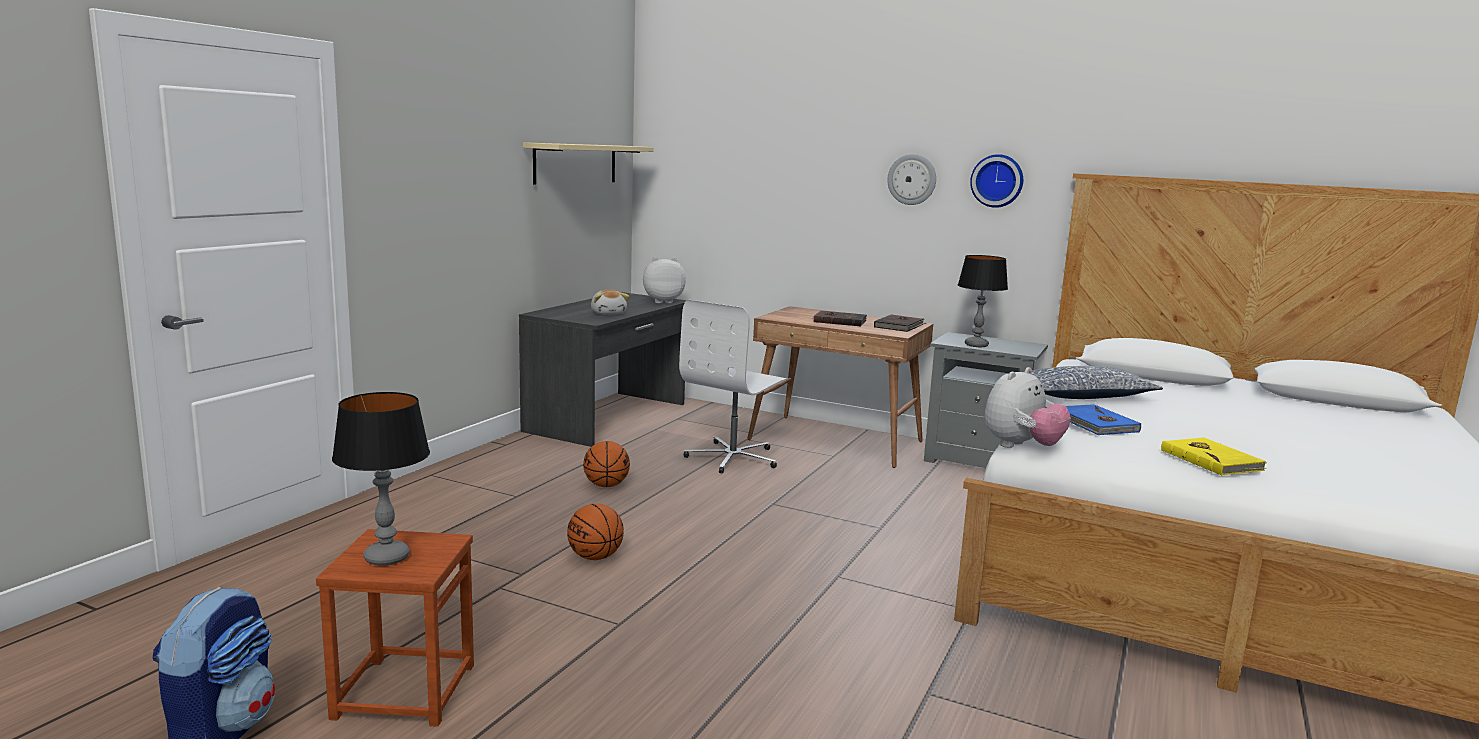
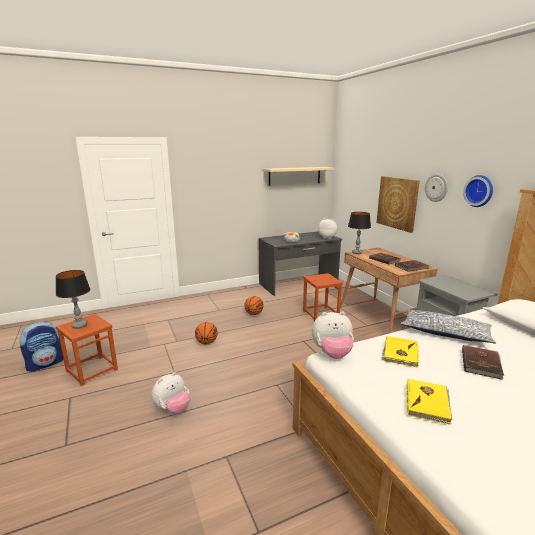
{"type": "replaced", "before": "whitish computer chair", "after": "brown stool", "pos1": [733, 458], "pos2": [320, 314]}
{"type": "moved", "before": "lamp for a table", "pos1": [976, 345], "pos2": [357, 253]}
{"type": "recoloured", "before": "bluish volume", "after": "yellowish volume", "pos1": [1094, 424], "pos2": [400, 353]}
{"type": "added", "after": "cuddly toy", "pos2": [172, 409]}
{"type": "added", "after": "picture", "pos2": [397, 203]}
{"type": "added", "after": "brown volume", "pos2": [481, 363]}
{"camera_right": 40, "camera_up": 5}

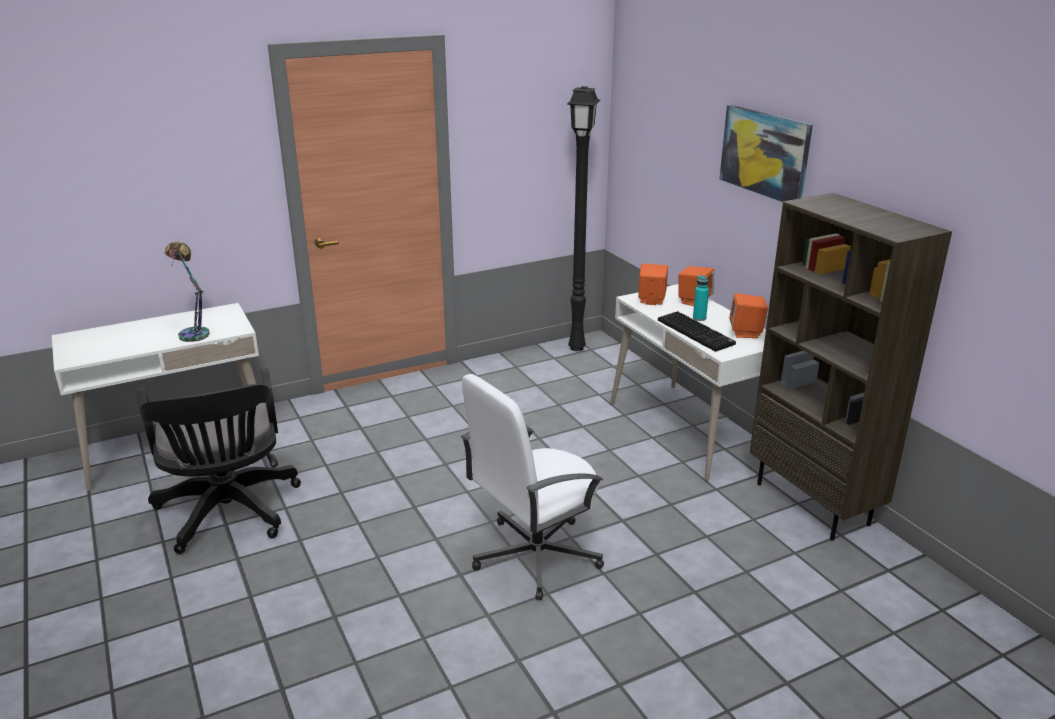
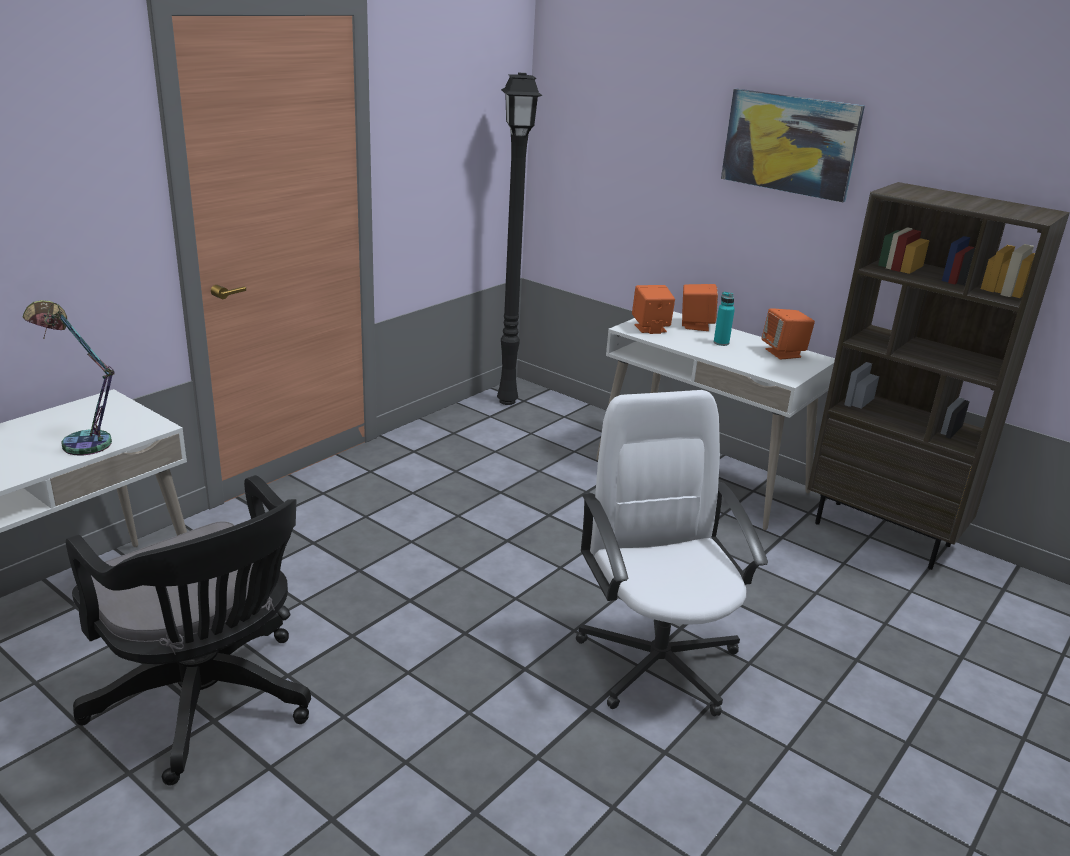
{"type": "turned", "before": "whitish computer chair", "pos1": [534, 556], "pos2": [658, 661], "turn": 135}
{"type": "removed", "before": "PC keyboard", "pos1": [697, 332]}
{"camera_right": -25, "camera_up": 0}

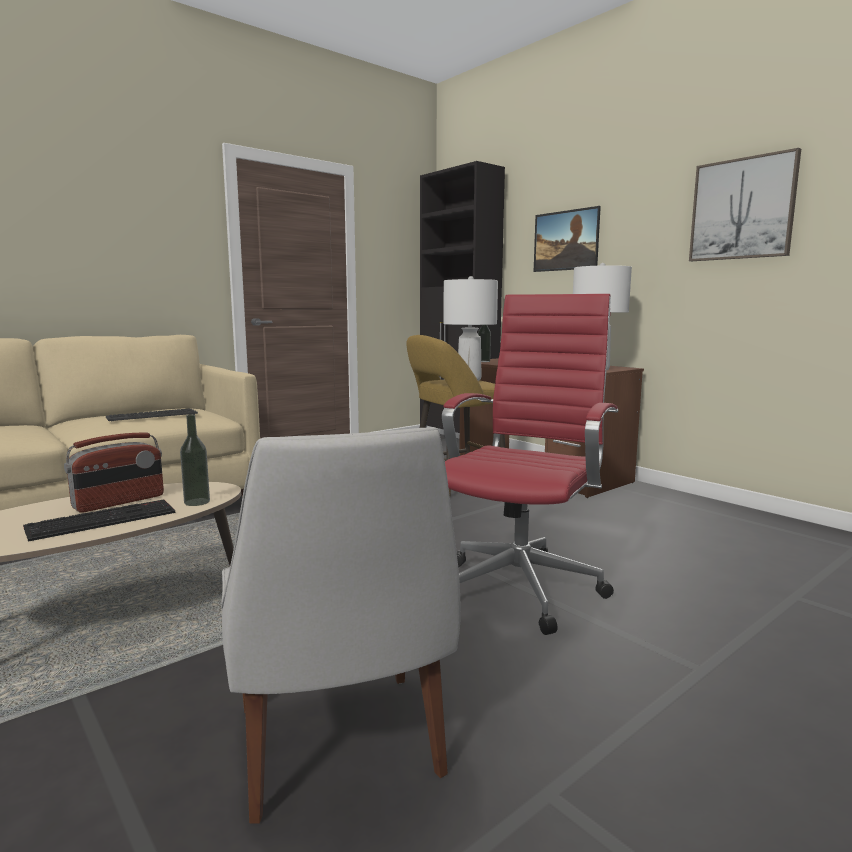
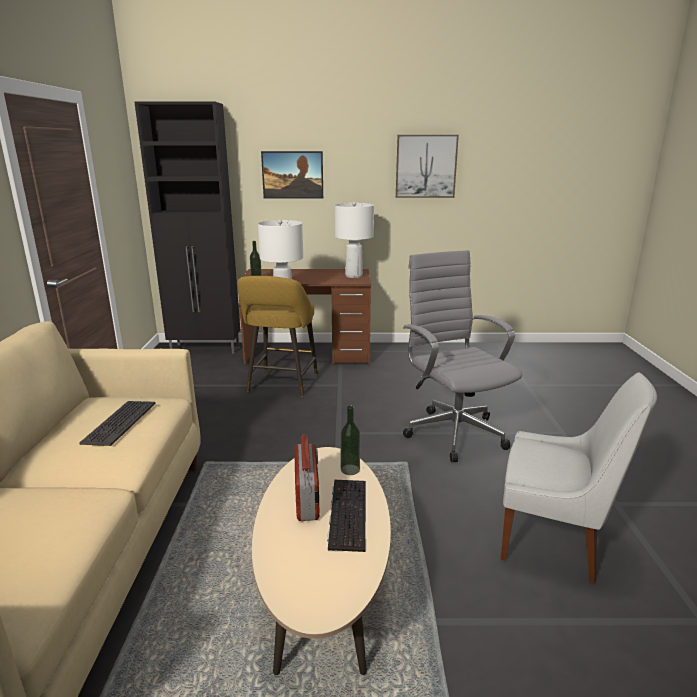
{"type": "recoloured", "before": "reddish computer chair", "after": "gray computer chair", "pos1": [522, 586], "pos2": [453, 432]}
{"camera_right": -50, "camera_up": 10}

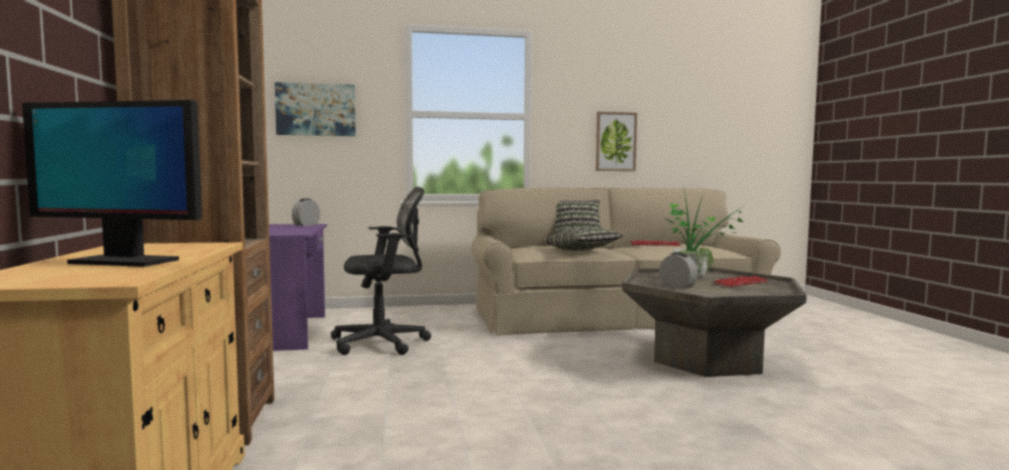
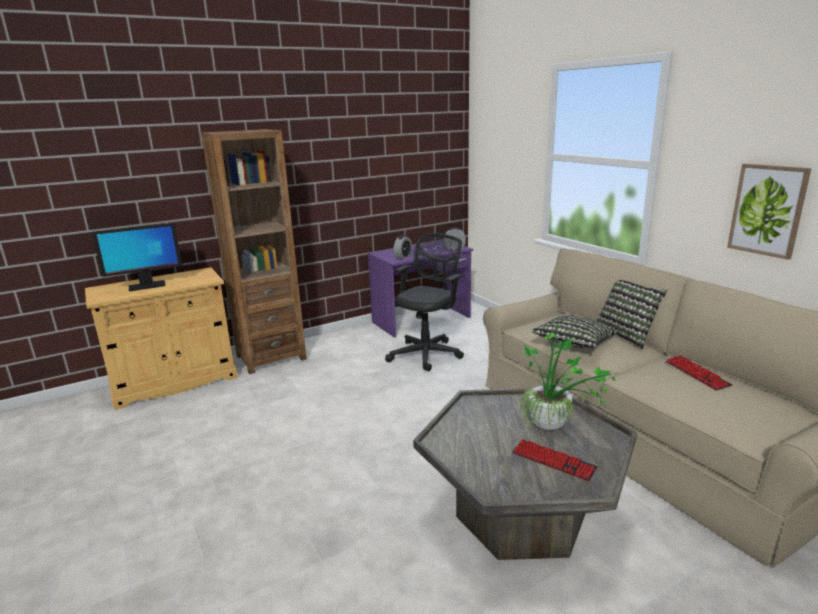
{"type": "turned", "before": "computer display", "pos1": [123, 262], "pos2": [146, 286], "turn": -105}
{"type": "removed", "before": "picture", "pos1": [316, 109]}
{"type": "turned", "before": "black-coloured computer chair", "pos1": [384, 343], "pos2": [427, 353], "turn": -105}
{"type": "moved", "before": "alarm clock", "pos1": [677, 286], "pos2": [403, 256]}
{"camera_right": 70, "camera_up": 15}

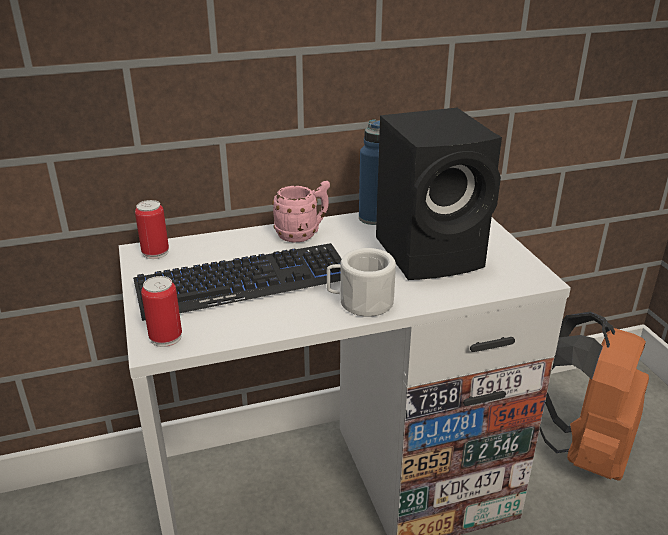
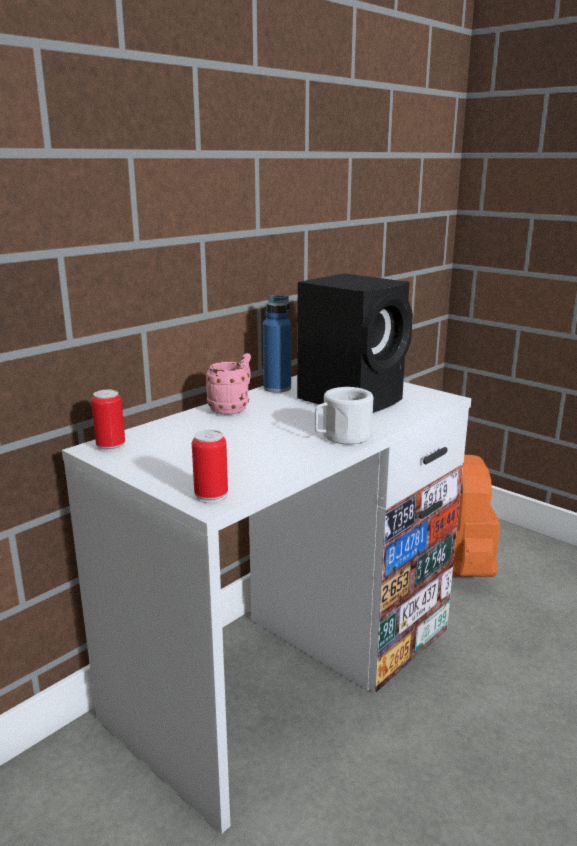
{"type": "removed", "before": "PC keyboard", "pos1": [244, 283]}
{"camera_right": -30, "camera_up": -10}

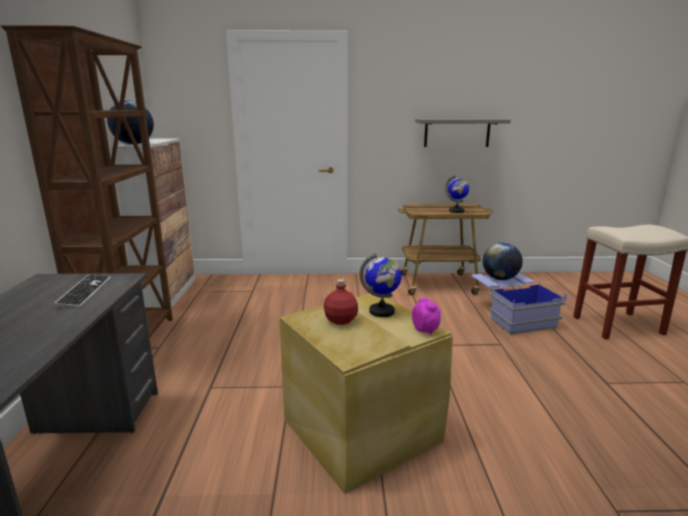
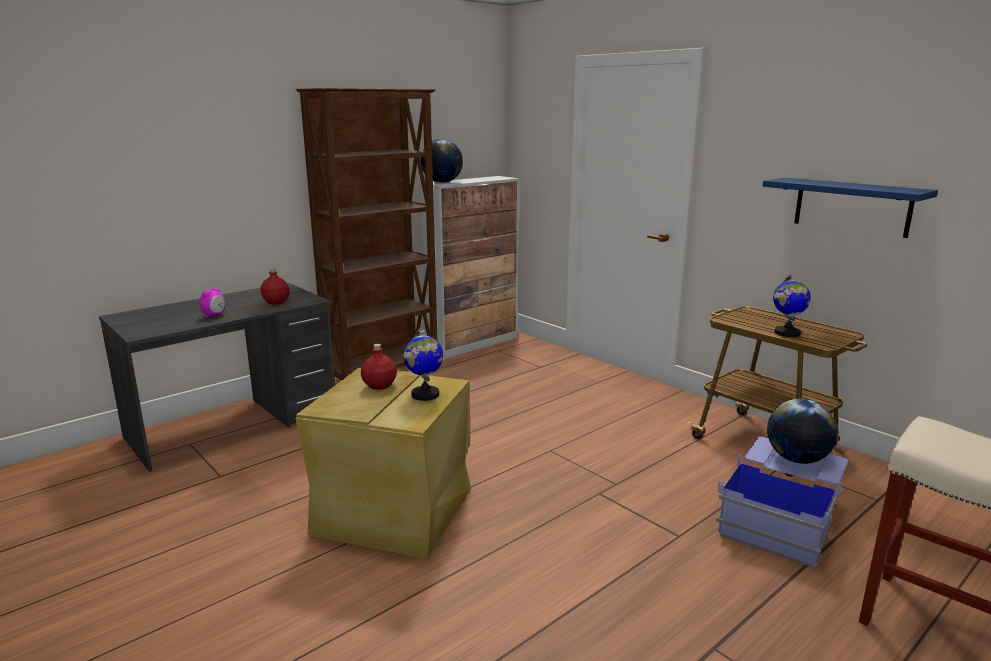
{"type": "replaced", "before": "PC keyboard", "after": "reddish drink bottle", "pos1": [85, 292], "pos2": [276, 302]}
{"type": "moved", "before": "alarm clock", "pos1": [425, 330], "pos2": [214, 315]}
{"type": "recoloured", "before": "gray shelf", "after": "bluish shelf", "pos1": [457, 132], "pos2": [851, 206]}
{"camera_right": 50, "camera_up": 0}

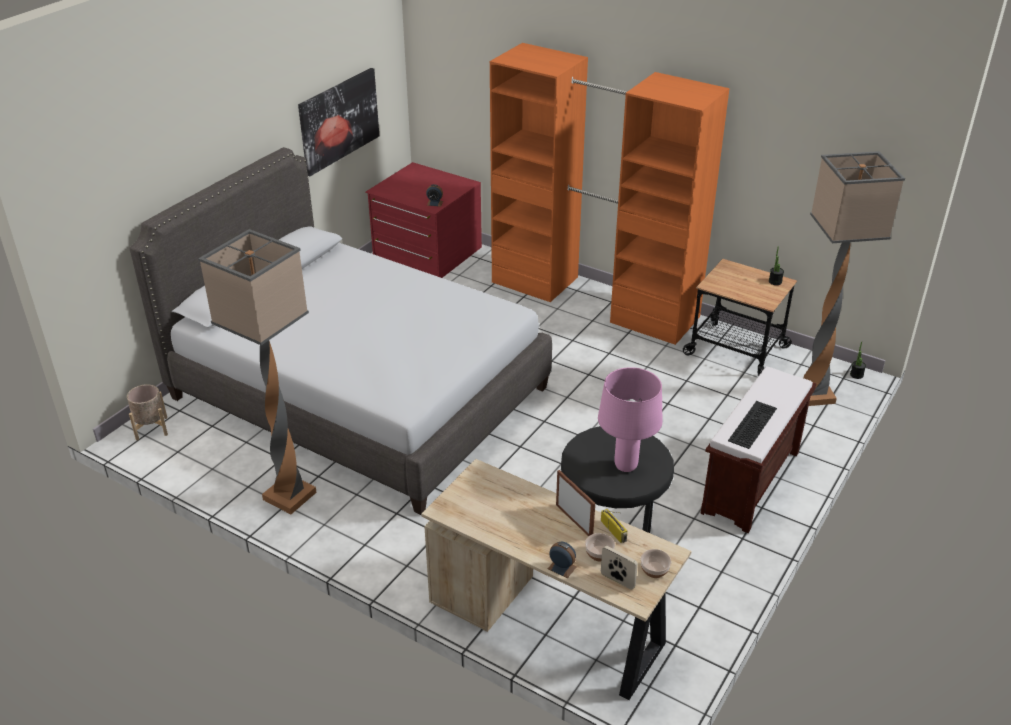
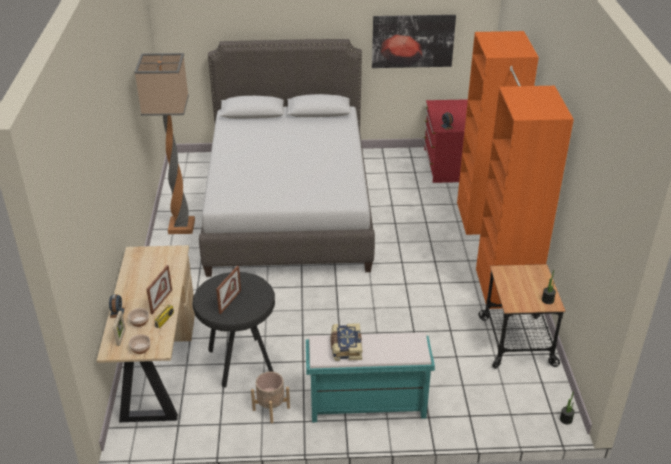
{"type": "moved", "before": "beige-coloured plant pot", "pos1": [151, 428], "pos2": [271, 409]}
{"type": "replaced", "before": "pink-coloured lamp for a table", "after": "picture frame", "pos1": [625, 466], "pos2": [230, 302]}
{"type": "recoloured", "before": "brown bench", "after": "blue-green bench", "pos1": [751, 483], "pos2": [366, 405]}
{"type": "replaced", "before": "PC keyboard", "after": "volume", "pos1": [751, 423], "pos2": [345, 347]}
{"type": "removed", "before": "standing lamp", "pos1": [814, 395]}
{"camera_right": 55, "camera_up": 0}

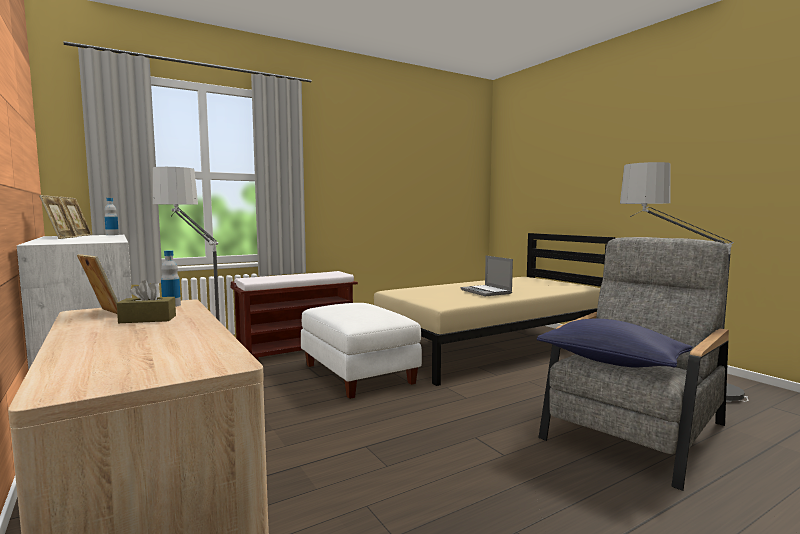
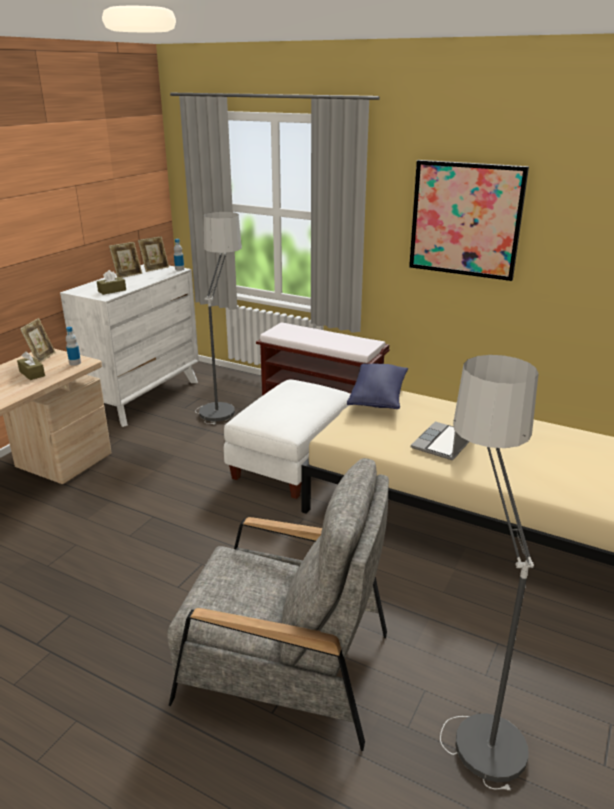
{"type": "moved", "before": "bluish pillow", "pos1": [610, 361], "pos2": [378, 398]}
{"type": "added", "after": "brown tissue box", "pos2": [112, 291]}
{"type": "added", "after": "picture", "pos2": [465, 219]}
{"camera_right": 60, "camera_up": 20}

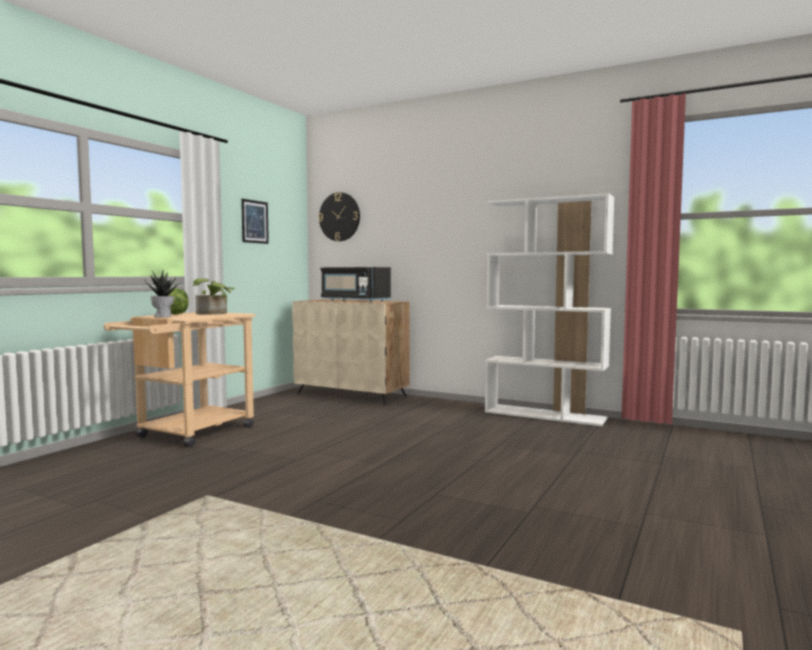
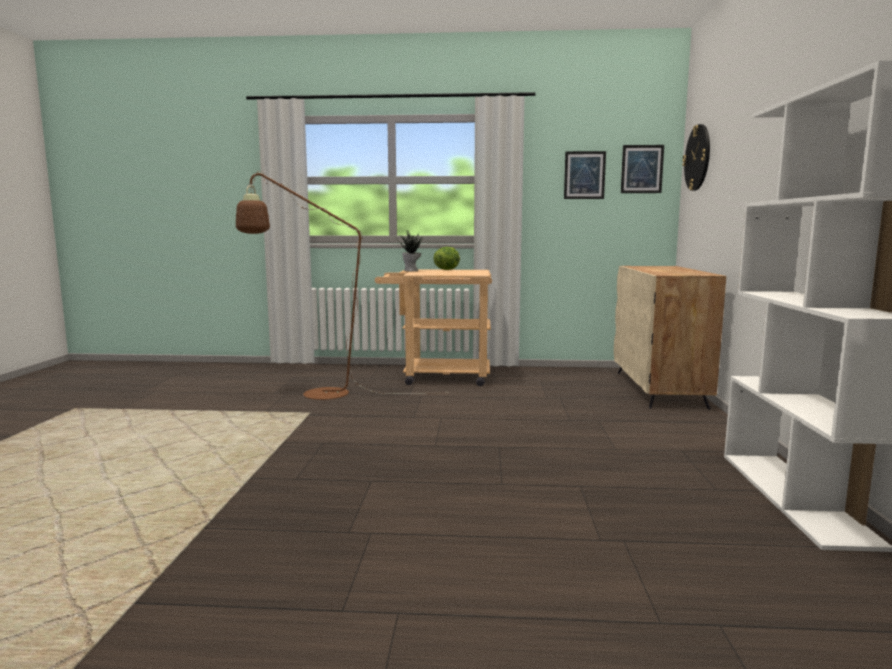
{"type": "removed", "before": "potted plant", "pos1": [213, 313]}
{"type": "removed", "before": "black-coloured microwave oven", "pos1": [354, 301]}
{"type": "added", "after": "brown standing lamp", "pos2": [313, 393]}
{"type": "added", "after": "picture", "pos2": [642, 169]}
{"camera_right": 65, "camera_up": 5}

